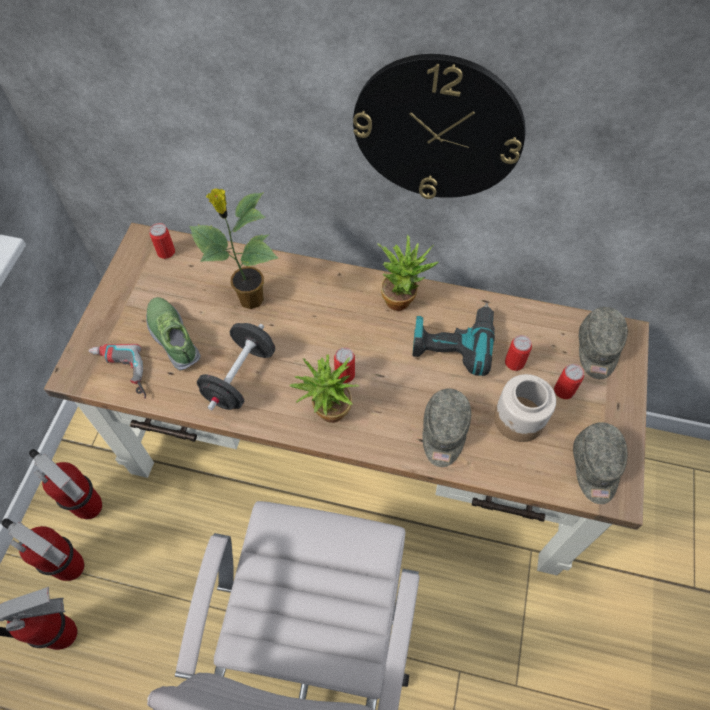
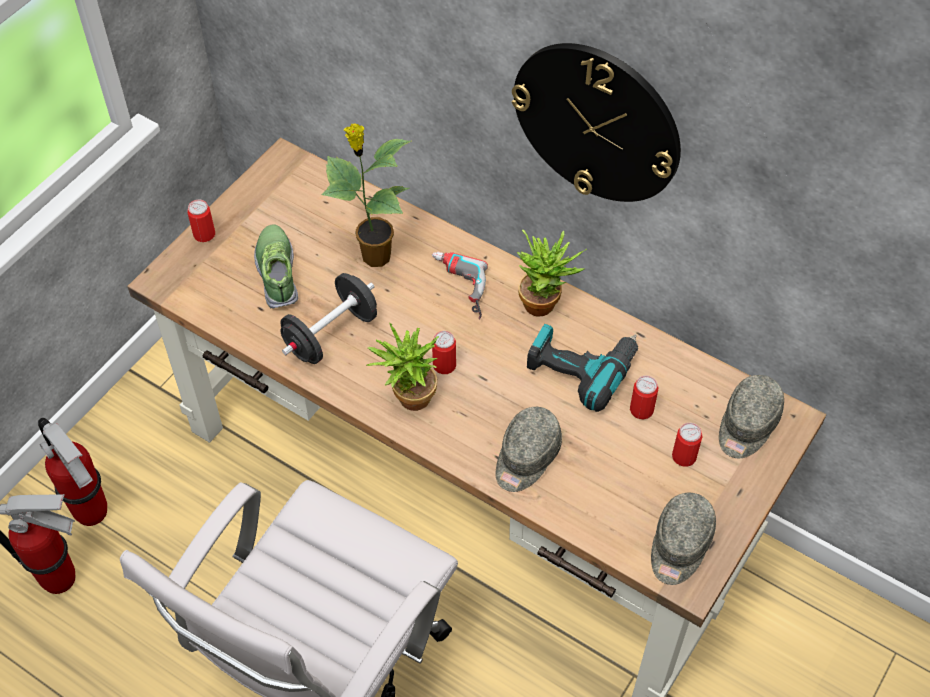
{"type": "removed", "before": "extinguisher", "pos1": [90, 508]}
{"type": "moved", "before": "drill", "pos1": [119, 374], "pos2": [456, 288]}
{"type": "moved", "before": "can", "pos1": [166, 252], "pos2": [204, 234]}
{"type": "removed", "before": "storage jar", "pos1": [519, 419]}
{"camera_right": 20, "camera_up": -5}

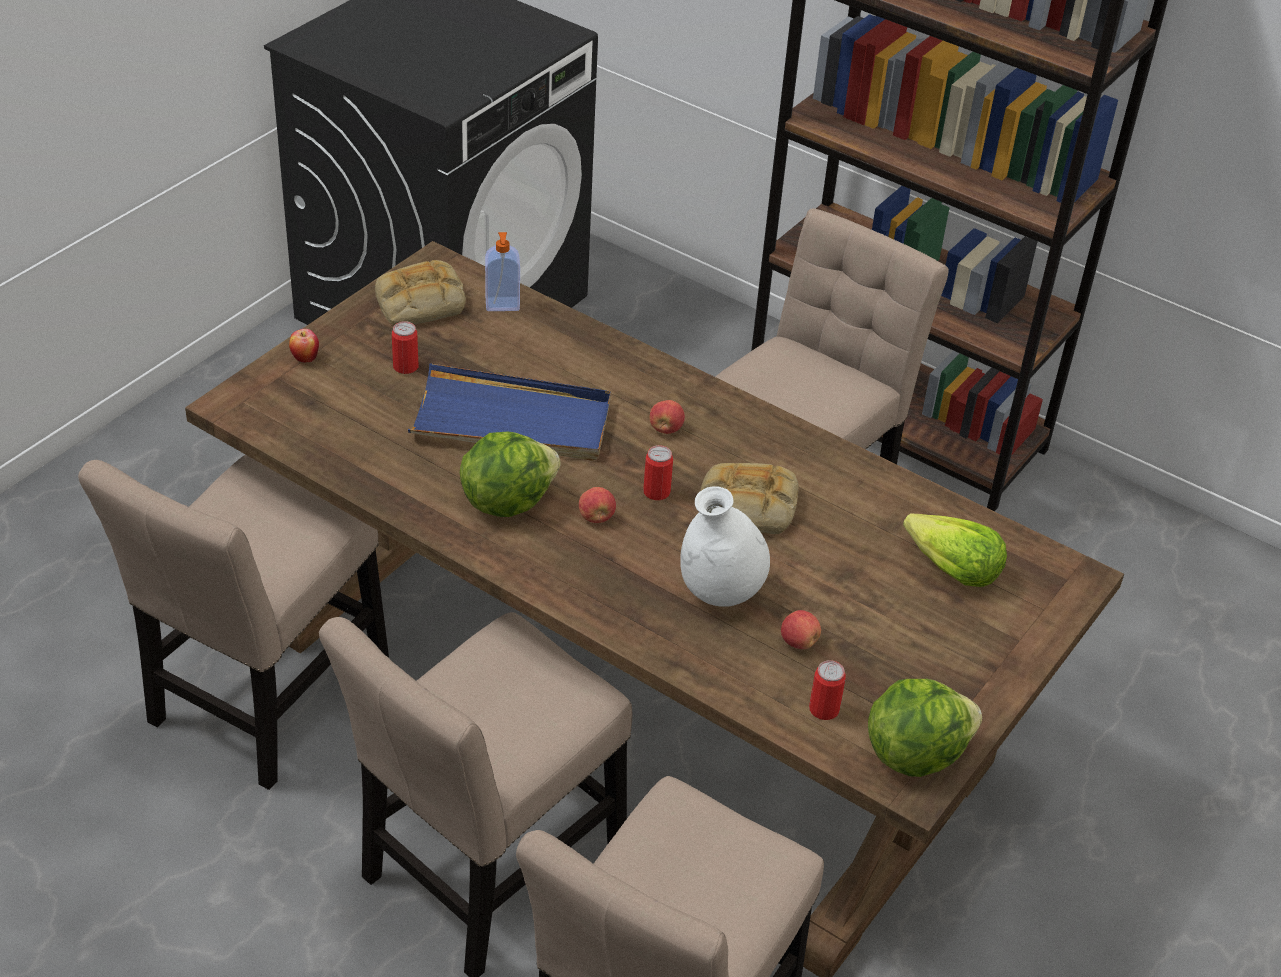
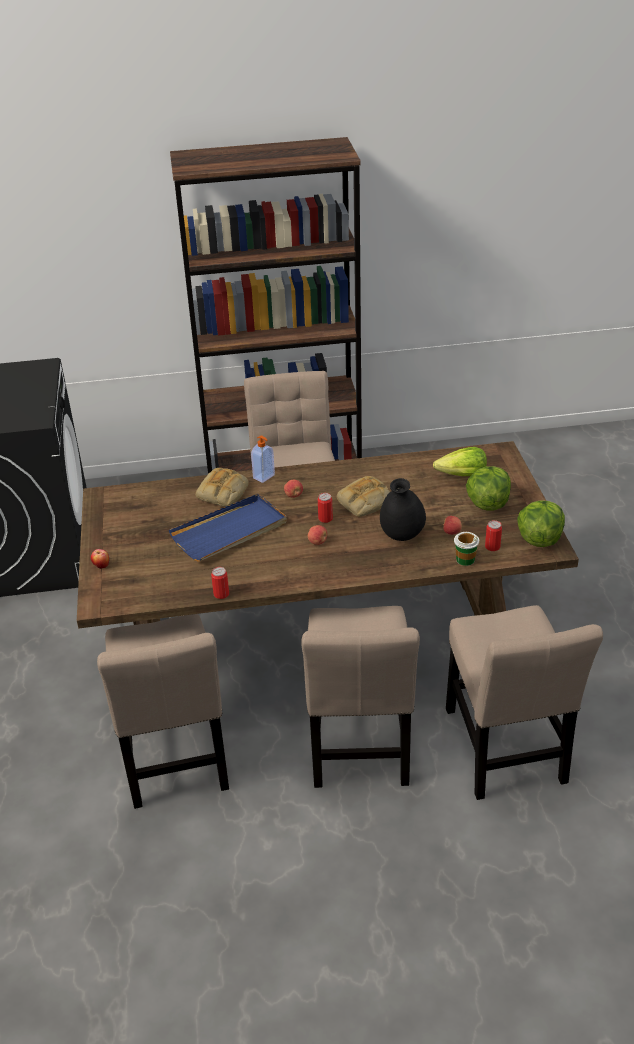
{"type": "moved", "before": "bakery bread", "pos1": [419, 303], "pos2": [223, 493]}
{"type": "moved", "before": "can", "pos1": [405, 366], "pos2": [221, 594]}
{"type": "moved", "before": "lettuce", "pos1": [506, 500], "pos2": [487, 503]}
{"type": "moved", "before": "soap bottle", "pos1": [502, 305], "pos2": [264, 477]}
{"type": "recoloured", "before": "whitish flower vase", "after": "black-coloured flower vase", "pos1": [720, 593], "pos2": [401, 536]}
{"type": "added", "after": "drinking cup", "pos2": [465, 559]}
{"camera_right": -40, "camera_up": -5}

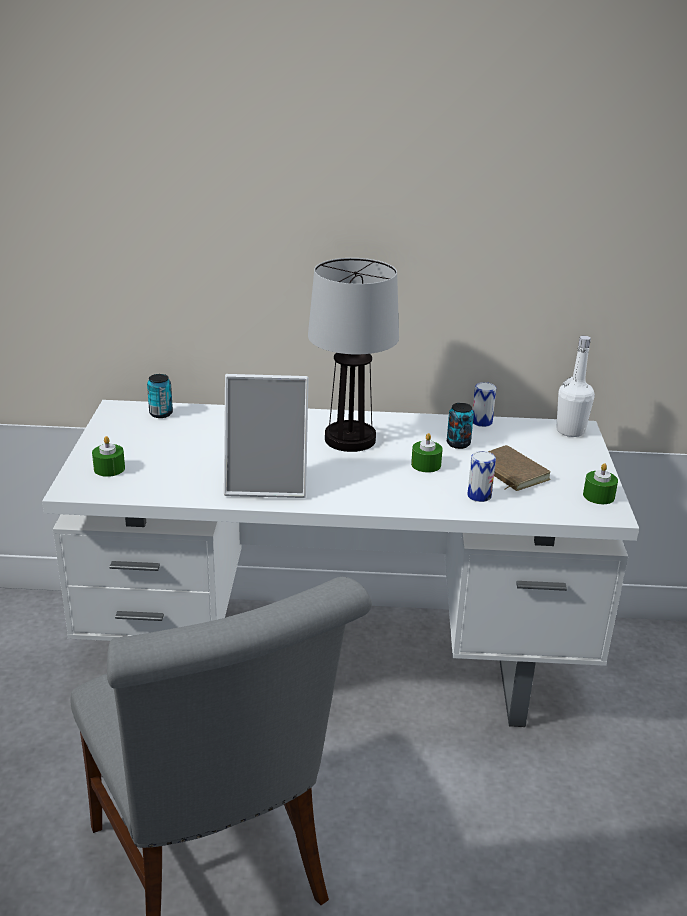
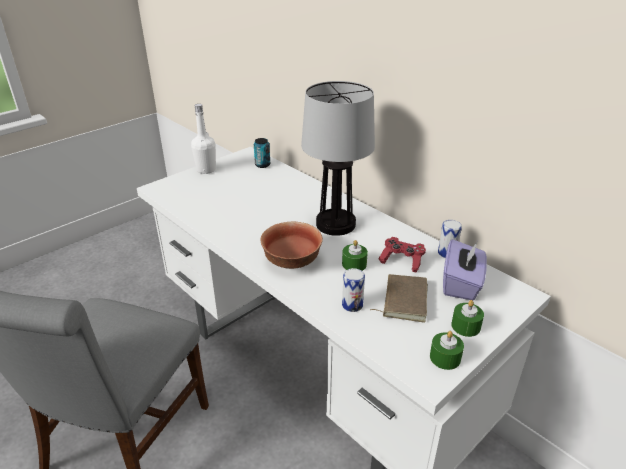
{"type": "moved", "before": "greenish candle", "pos1": [109, 468], "pos2": [465, 326]}
{"type": "removed", "before": "picture frame", "pos1": [267, 483]}
{"type": "replaced", "before": "can", "after": "reddish gamepad", "pos1": [458, 444], "pos2": [402, 260]}
{"type": "moved", "before": "whitish drink bottle", "pos1": [570, 431], "pos2": [206, 170]}
{"type": "added", "after": "serving bowl", "pos2": [293, 262]}
{"type": "added", "after": "purple-coloured tissue box", "pos2": [461, 284]}
{"camera_right": 45, "camera_up": 5}

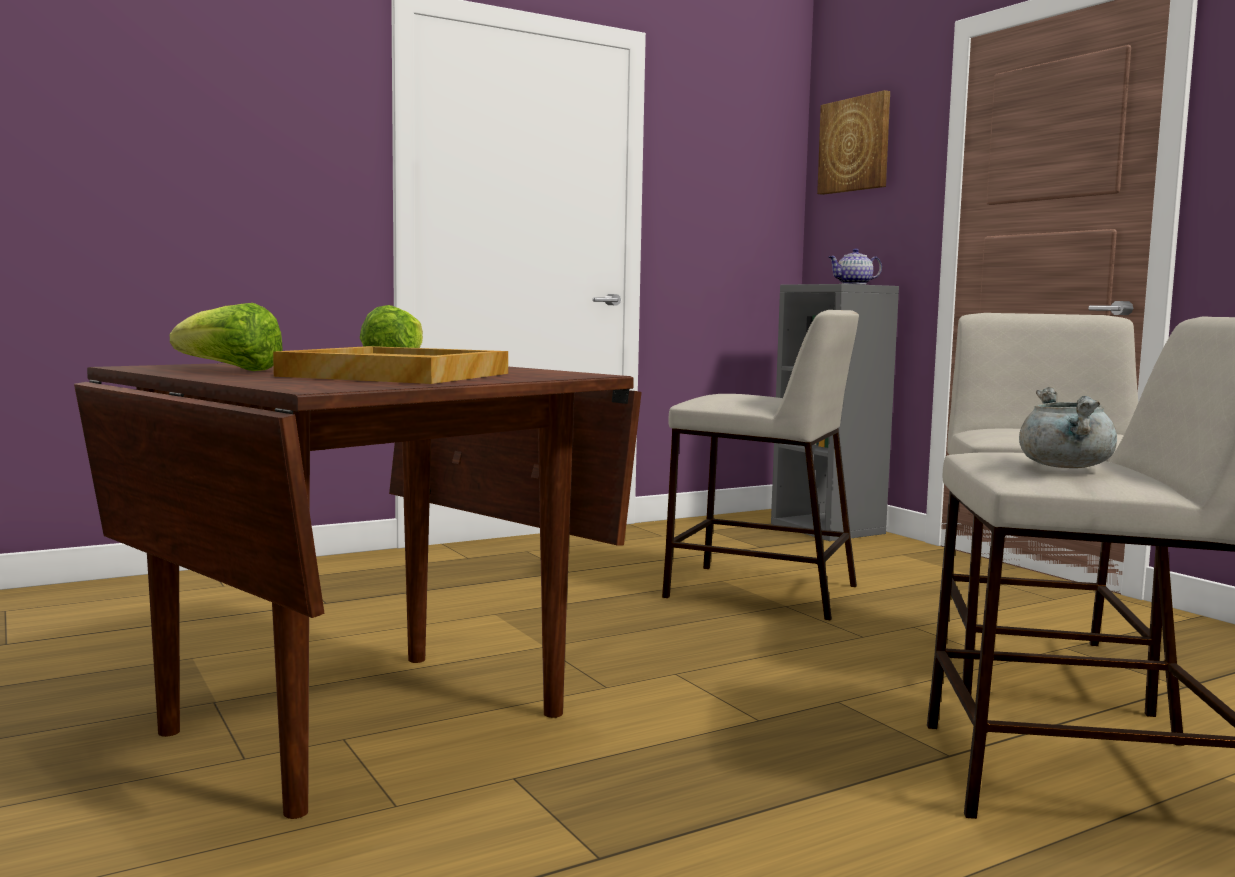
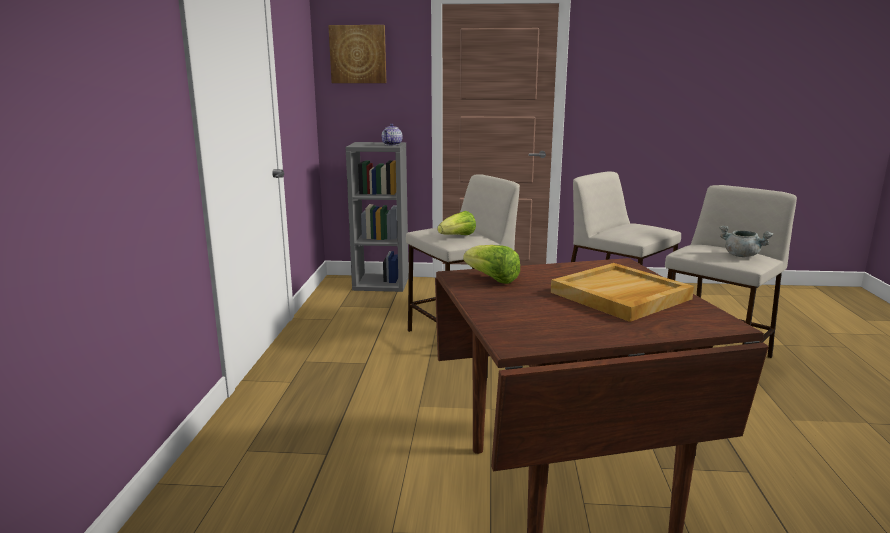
{"type": "moved", "before": "lettuce", "pos1": [230, 370], "pos2": [458, 236]}
{"camera_right": -55, "camera_up": 10}

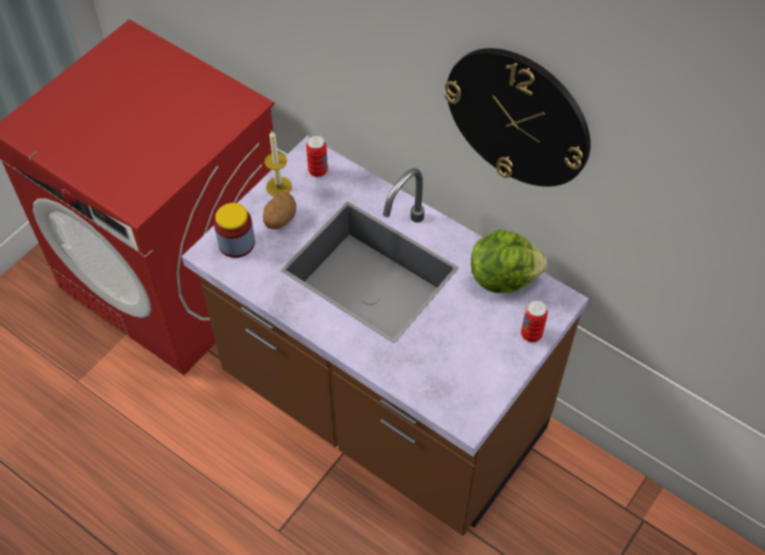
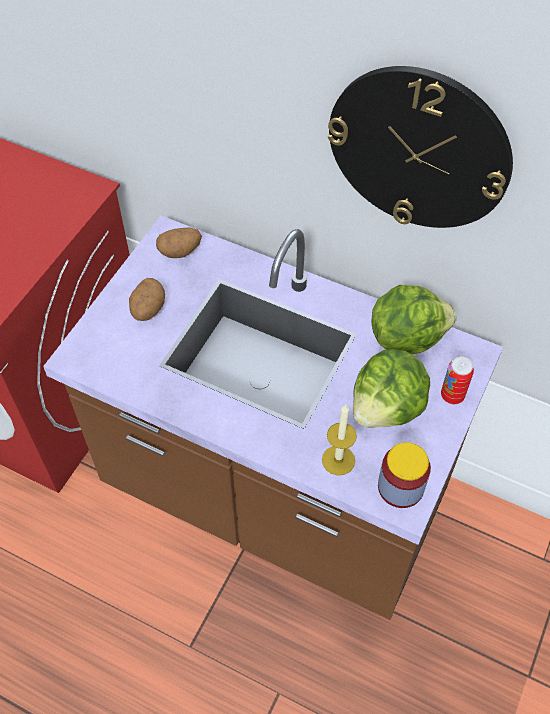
{"type": "moved", "before": "storage jar", "pos1": [236, 243], "pos2": [400, 487]}
{"type": "moved", "before": "candle", "pos1": [279, 186], "pos2": [338, 460]}
{"type": "replaced", "before": "can", "after": "whole potato", "pos1": [318, 171], "pos2": [180, 251]}
{"type": "added", "after": "lettuce", "pos2": [387, 408]}
{"camera_right": -10, "camera_up": 0}

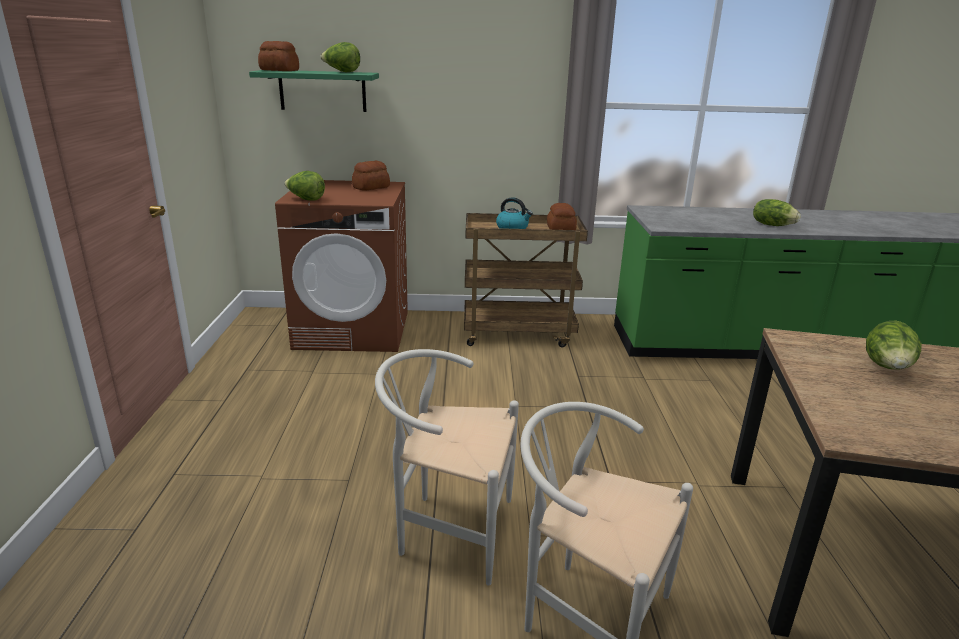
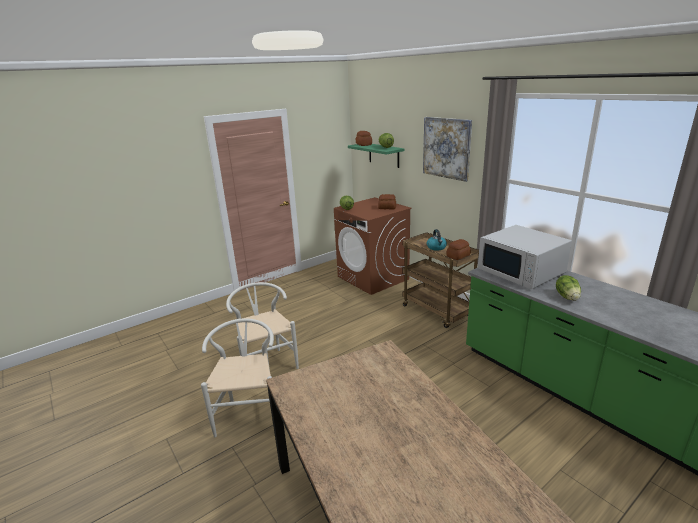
{"type": "removed", "before": "lettuce", "pos1": [887, 368]}
{"type": "added", "after": "picture", "pos2": [446, 148]}
{"type": "added", "after": "whitish microwave oven", "pos2": [521, 271]}
{"camera_right": 55, "camera_up": 0}

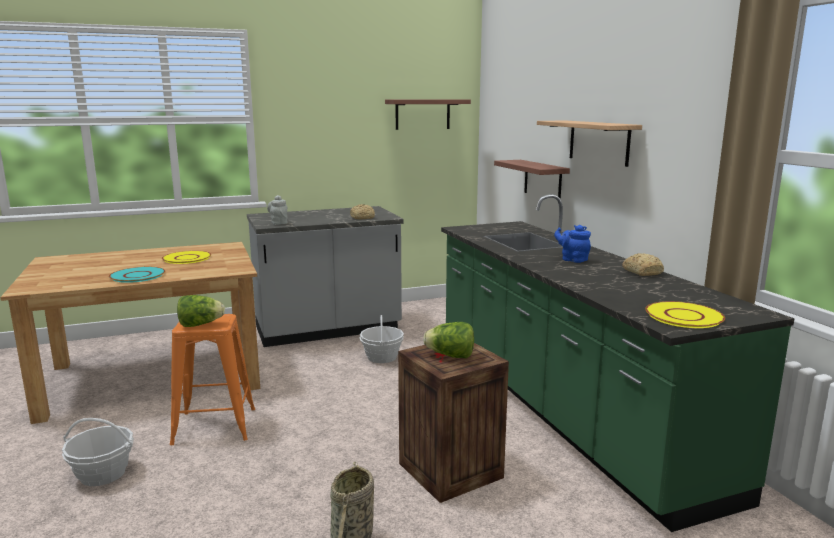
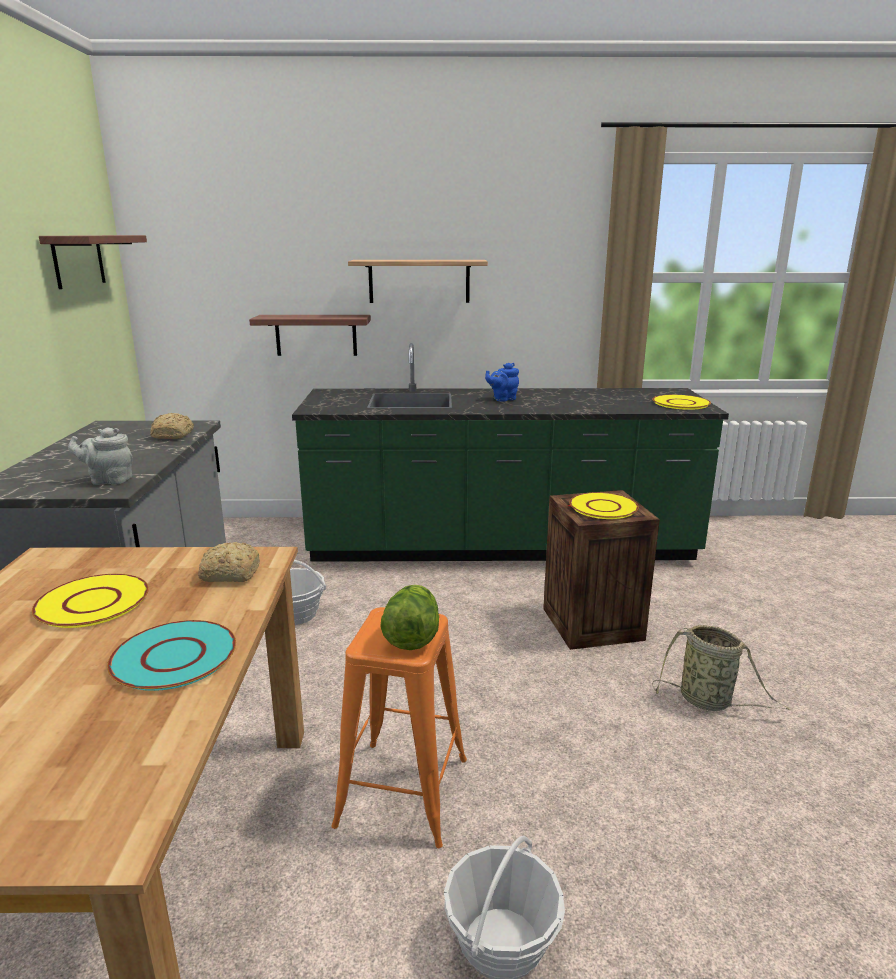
{"type": "replaced", "before": "lettuce", "after": "yellowish flat dish", "pos1": [450, 356], "pos2": [603, 507]}
{"type": "moved", "before": "bakery bread", "pos1": [642, 272], "pos2": [229, 574]}
{"camera_right": -70, "camera_up": 5}

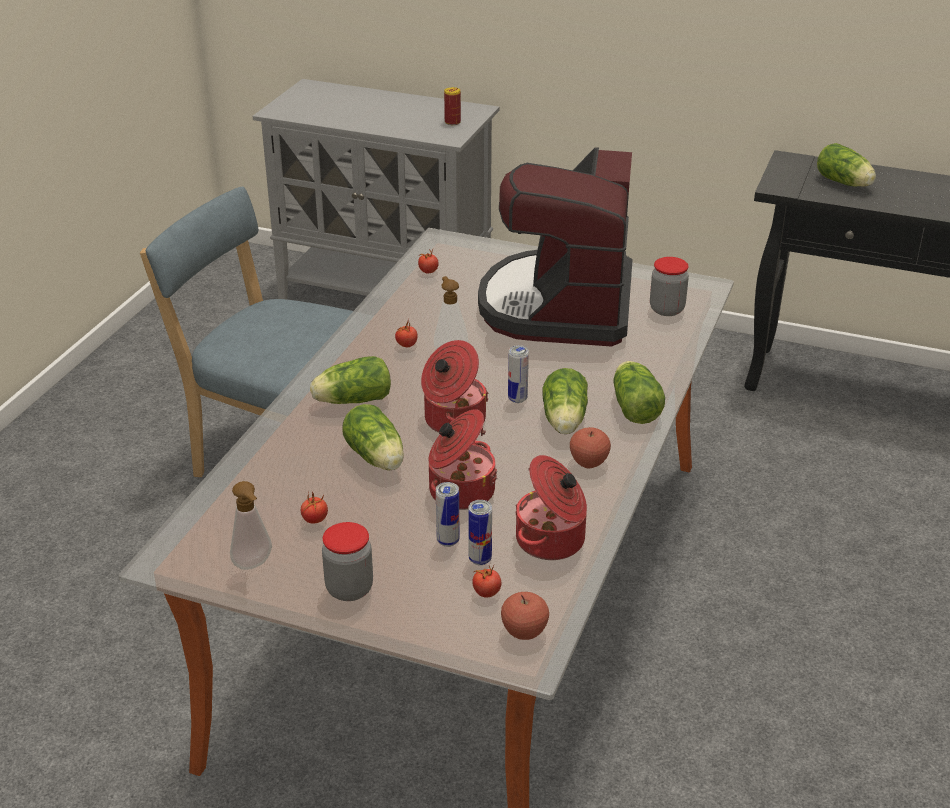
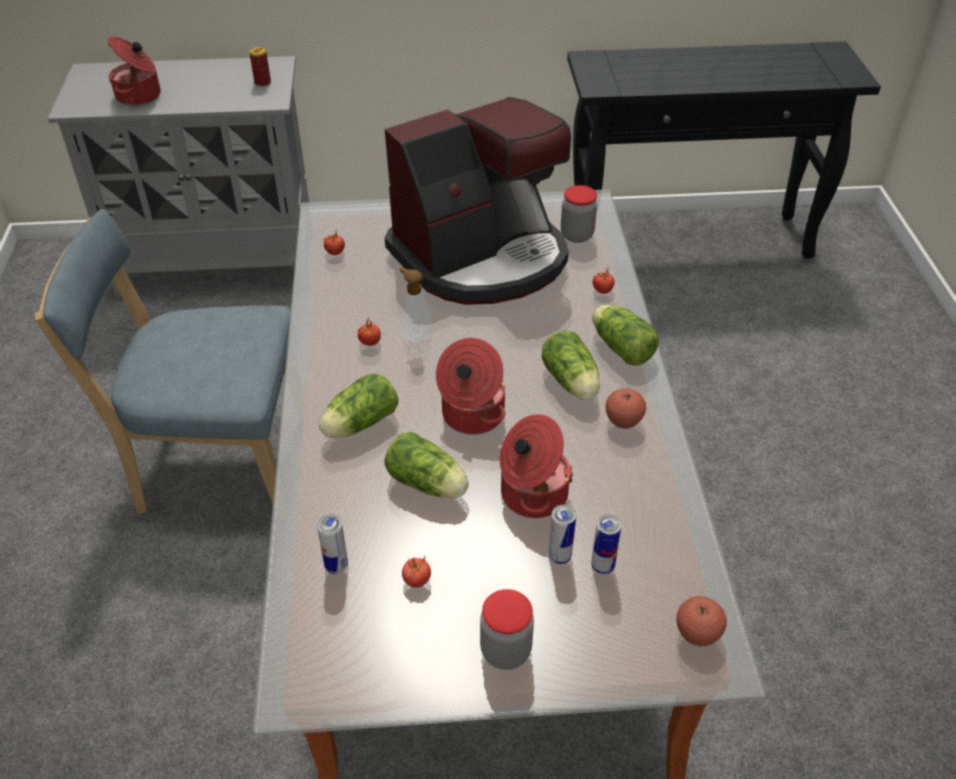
{"type": "removed", "before": "soap bottle", "pos1": [254, 565]}
{"type": "moved", "before": "whole tomato", "pos1": [486, 592], "pos2": [602, 290]}
{"type": "turned", "before": "coffee machine", "pos1": [559, 306], "pos2": [482, 257], "turn": -105}
{"type": "moved", "before": "can", "pos1": [517, 399], "pos2": [336, 566]}
{"type": "moved", "before": "stockpot", "pos1": [552, 541], "pos2": [140, 96]}
{"type": "removed", "before": "lettuce", "pos1": [845, 183]}
{"camera_right": -25, "camera_up": 10}

